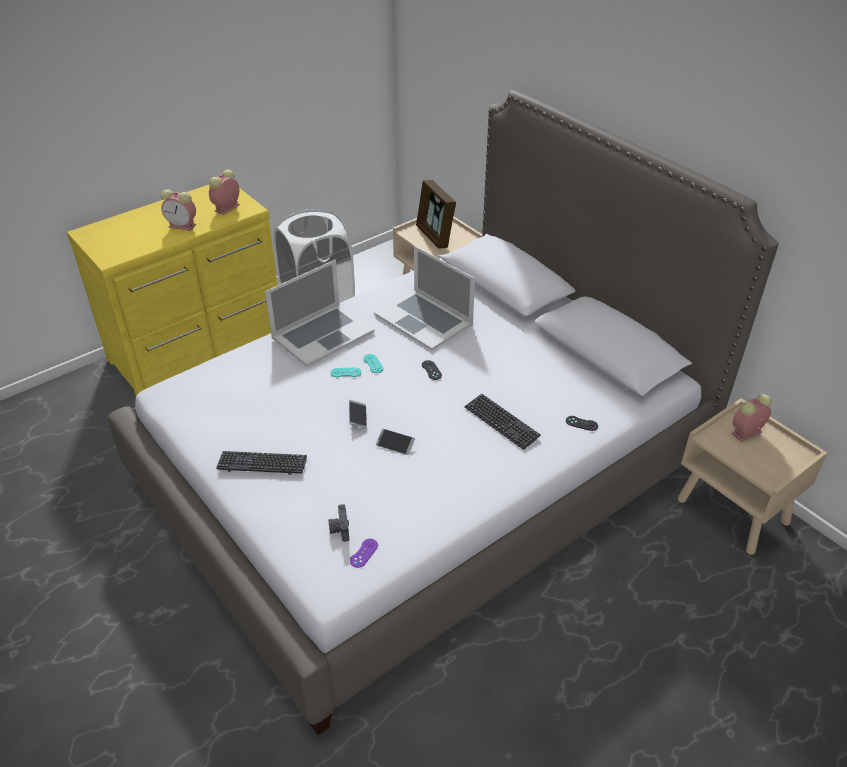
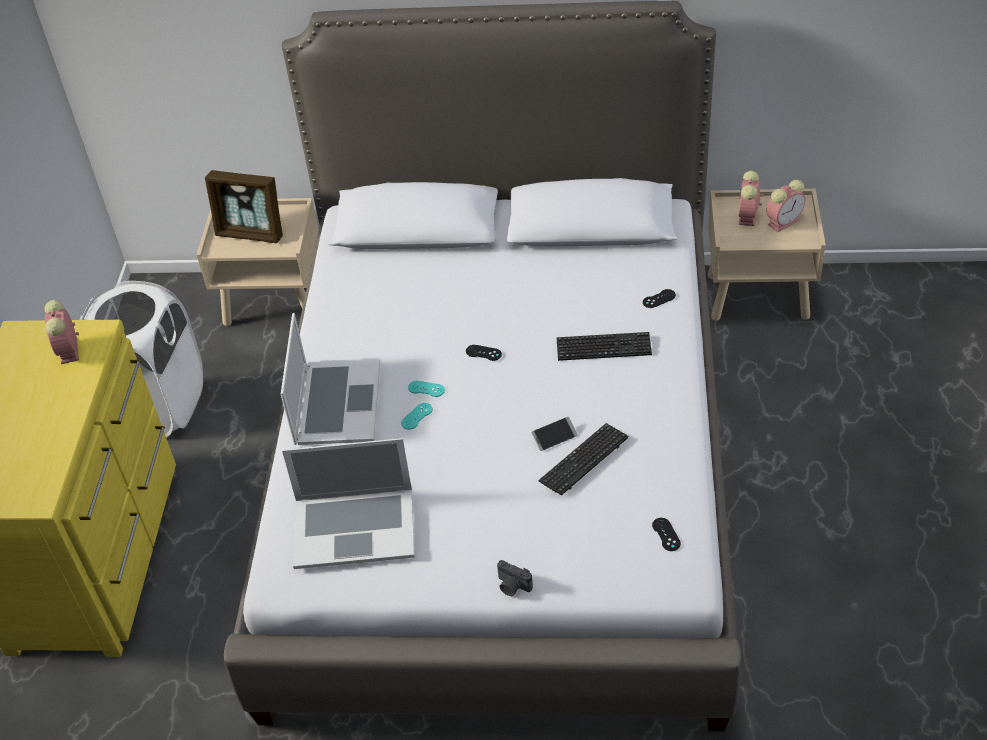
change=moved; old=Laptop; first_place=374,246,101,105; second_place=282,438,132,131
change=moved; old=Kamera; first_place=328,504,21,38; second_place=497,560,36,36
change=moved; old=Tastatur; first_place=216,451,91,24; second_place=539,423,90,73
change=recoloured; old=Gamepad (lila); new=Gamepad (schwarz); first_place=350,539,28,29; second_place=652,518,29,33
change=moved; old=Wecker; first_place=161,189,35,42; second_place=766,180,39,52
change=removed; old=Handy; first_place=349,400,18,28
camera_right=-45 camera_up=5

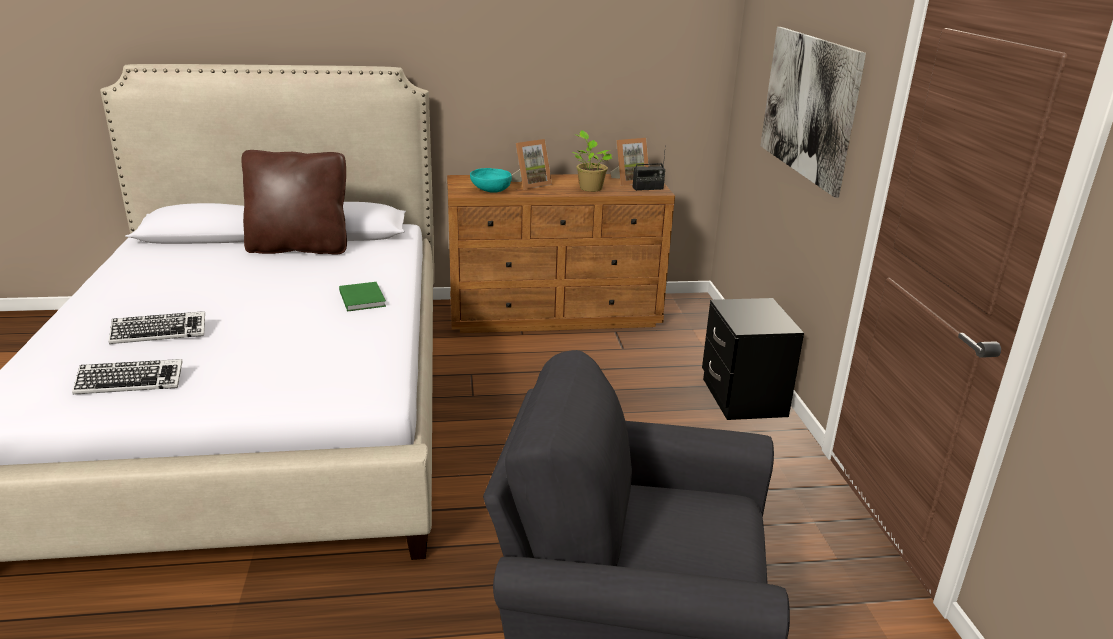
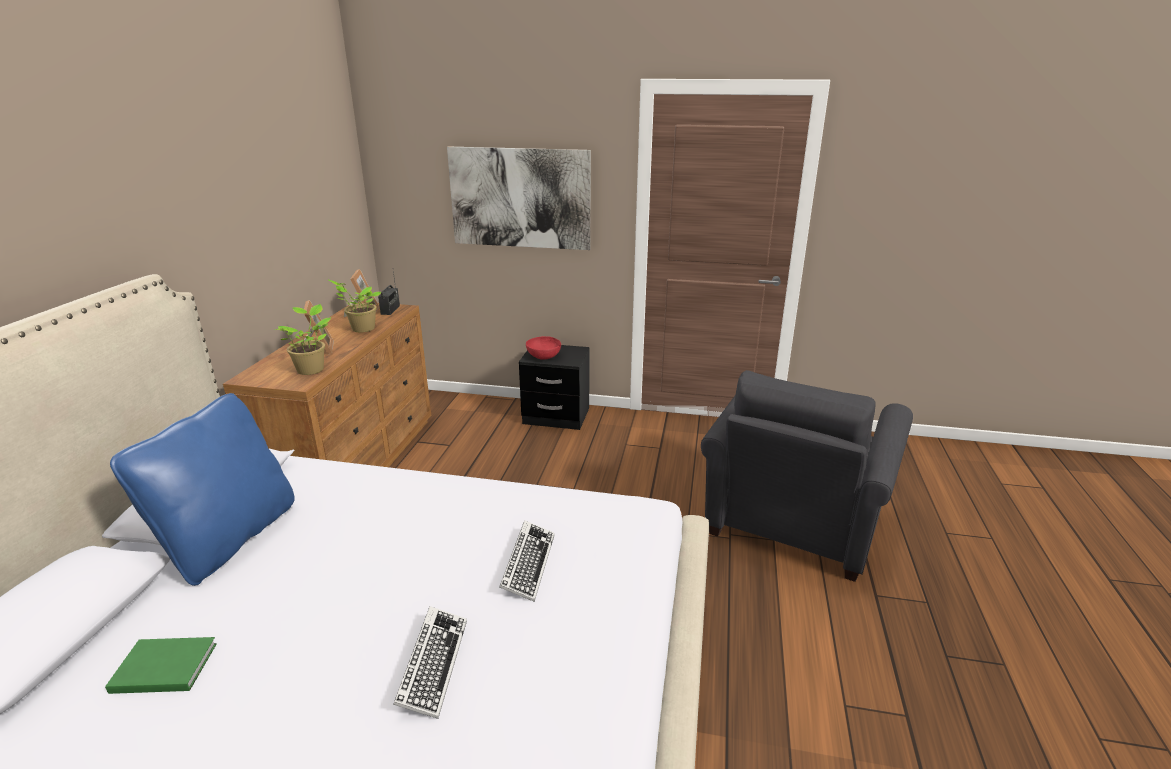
change=moved; old=Buch (grün); first_place=339,282,47,30; second_place=105,637,112,57
change=recoloured; old=Kissen (braun); new=Kissen (blau); first_place=241,150,106,105; second_place=110,393,185,193
change=replaced; old=Schüssel (türkis); new=Topfpflanze; first_place=470,168,42,25; second_place=275,304,56,71
change=moved; old=Tastatur; first_place=72,359,111,36; second_place=499,520,56,82
change=added; new=Schüssel (rot); second_place=526,336,35,24
camera_right=-70 camera_up=0

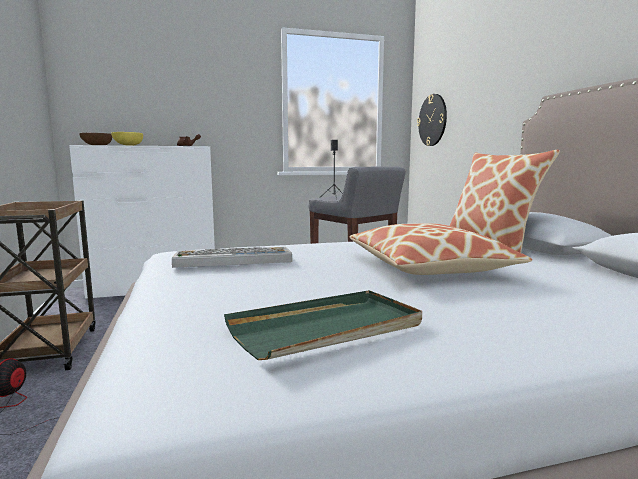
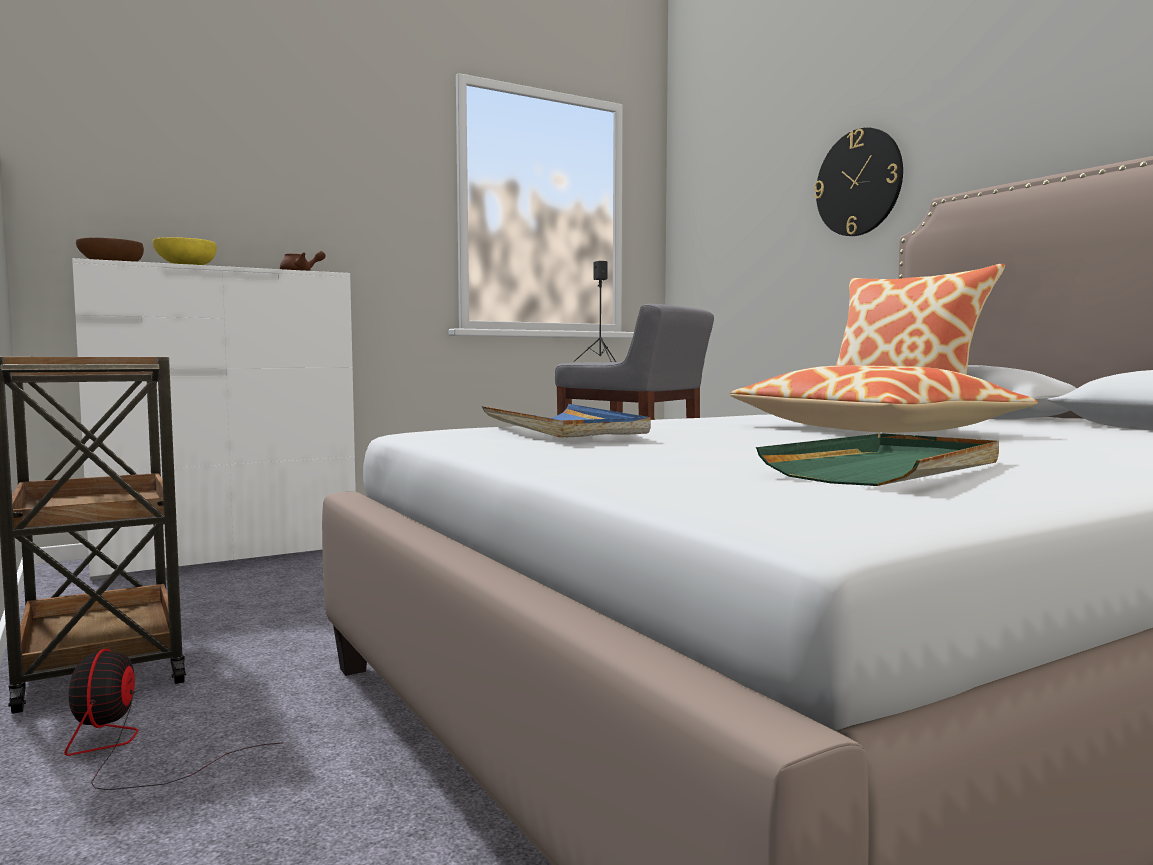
change=replaced; old=Tastatur; new=Tablett (blau); first_place=172,247,120,21; second_place=482,404,169,34
change=moved; old=Wanduhr; first_place=417,94,30,52; second_place=814,127,89,109
camera_right=-15 camera_up=-5

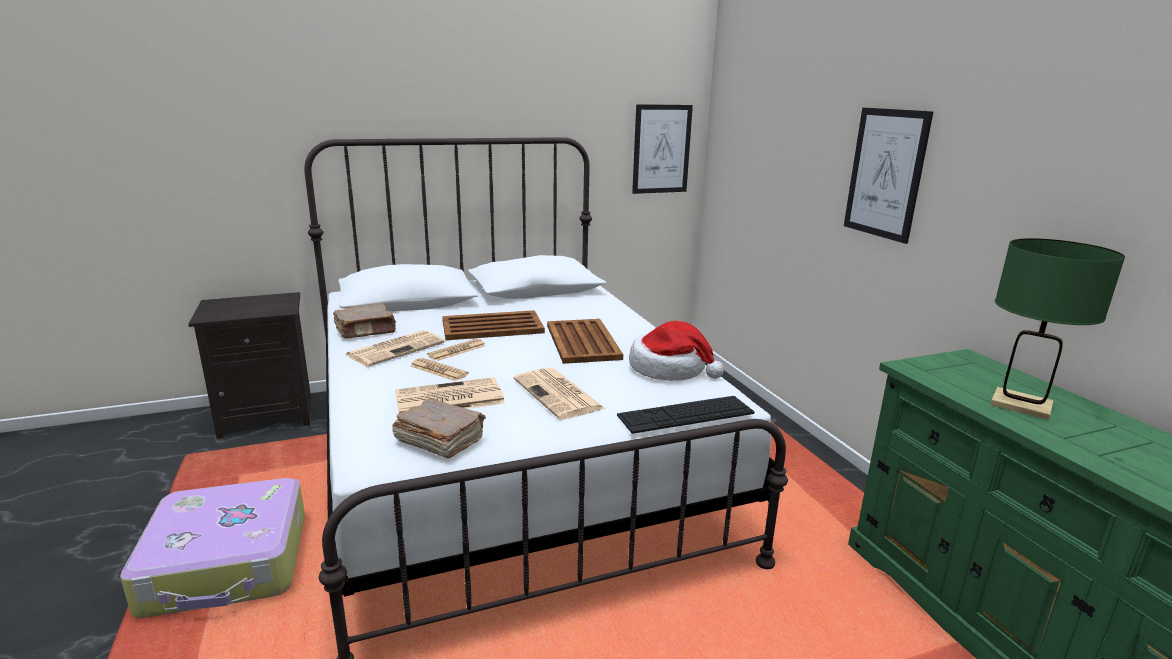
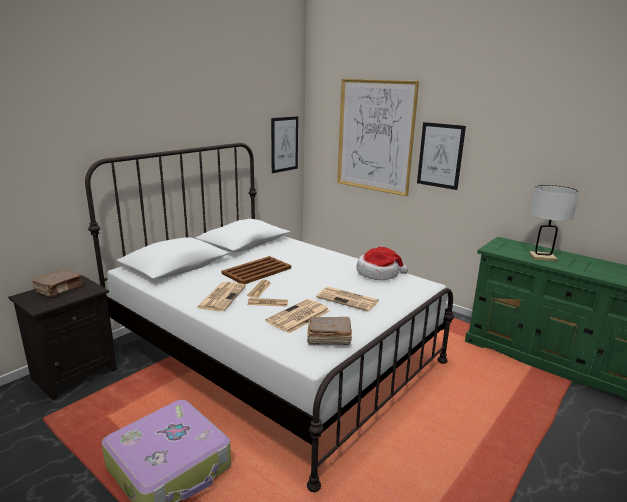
change=moved; old=Buch (braun); first_place=333,303,63,36; second_place=33,269,50,28
change=added; new=Bild; second_place=337,79,82,117
change=recoloured; old=Tischlampe (grün); new=Tischlampe (weiß); first_place=990,238,135,182; second_place=529,185,50,76
change=removed; old=Tablett (braun); first_place=547,319,76,45
change=removed; old=Tastatur; first_place=617,396,138,38
camera_right=-30 camera_up=0

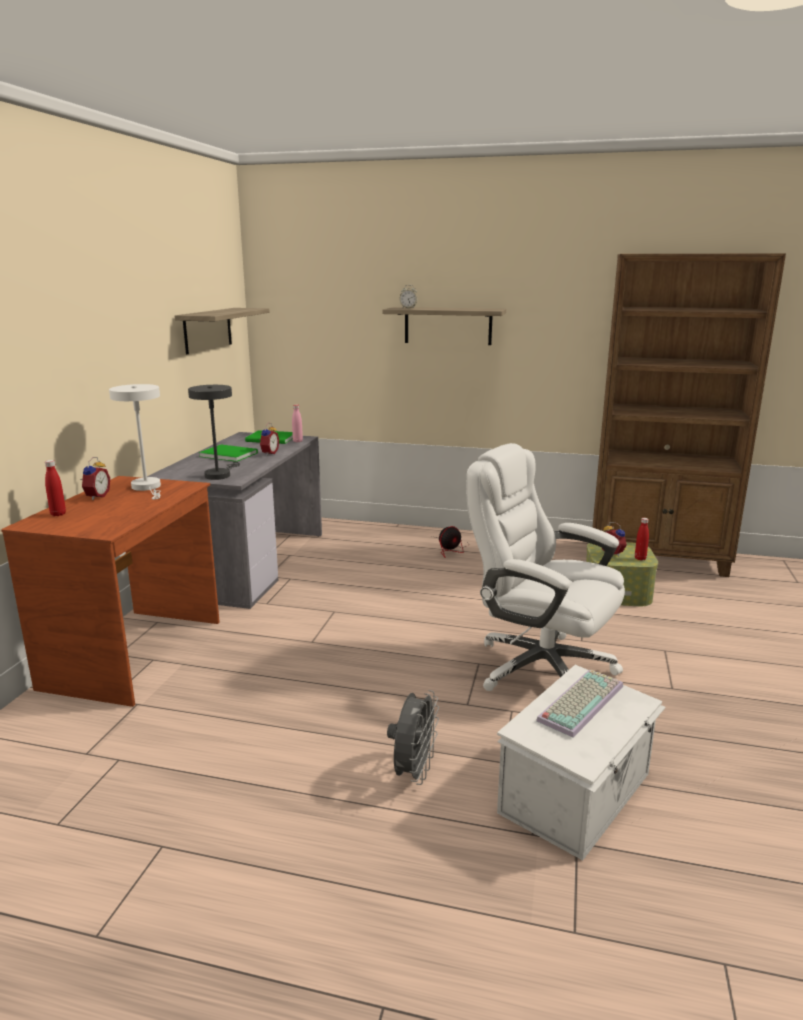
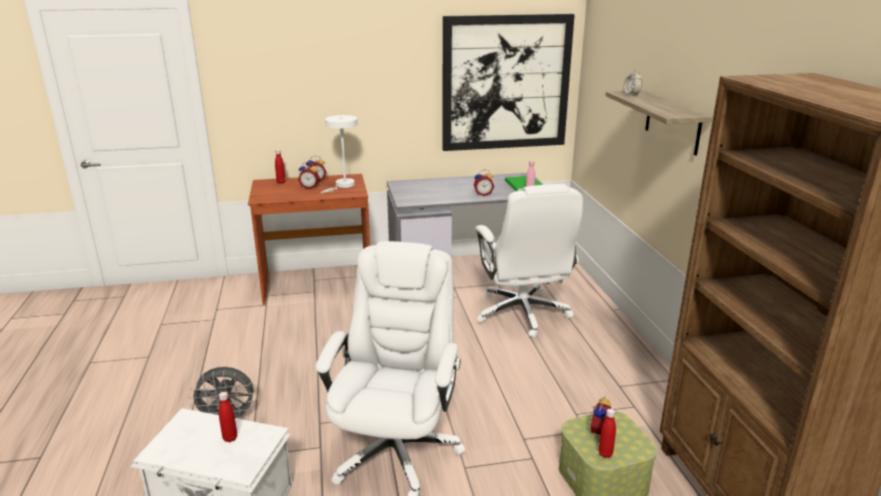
change=replaced; old=Tastatur; new=Flasche (rot); first_place=536,670,87,67; second_place=219,392,18,50
change=added; new=Wecker; second_place=298,162,22,27
change=replaced; old=Wandregal; new=Bild; first_place=175,308,95,46; second_place=443,14,132,137
change=added; new=Bürostuhl (weiß); second_place=475,184,108,154
change=removed; old=Tischlampe (grau); first_place=188,385,52,95
change=removed; old=Buch (grün); first_place=199,445,59,17
change=removed; old=Ventilator; first_place=427,526,40,32
camera_right=65 camera_up=5

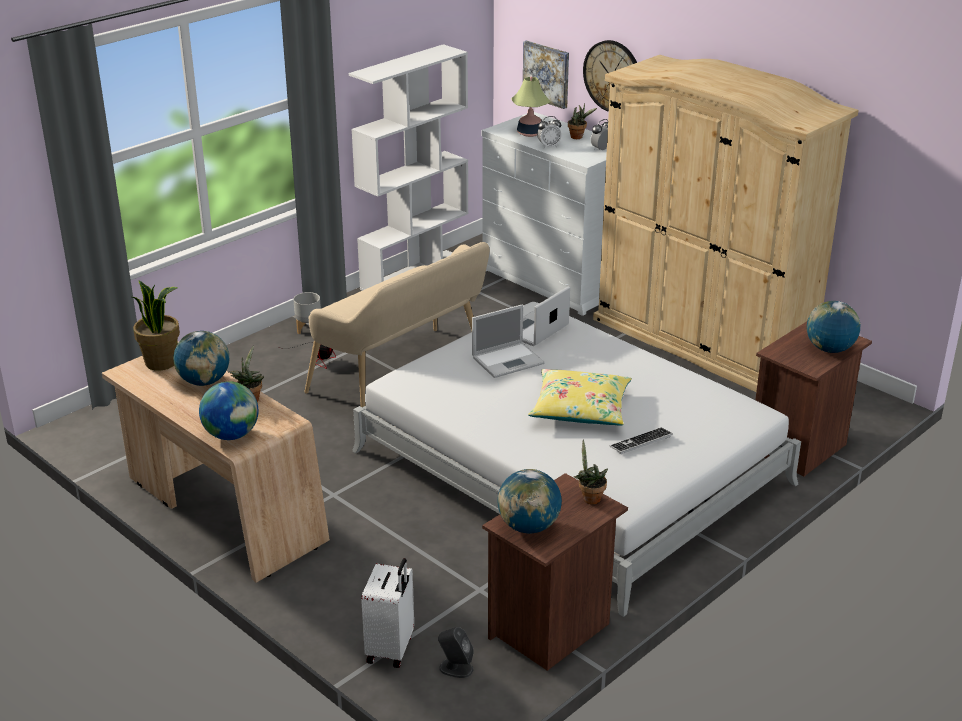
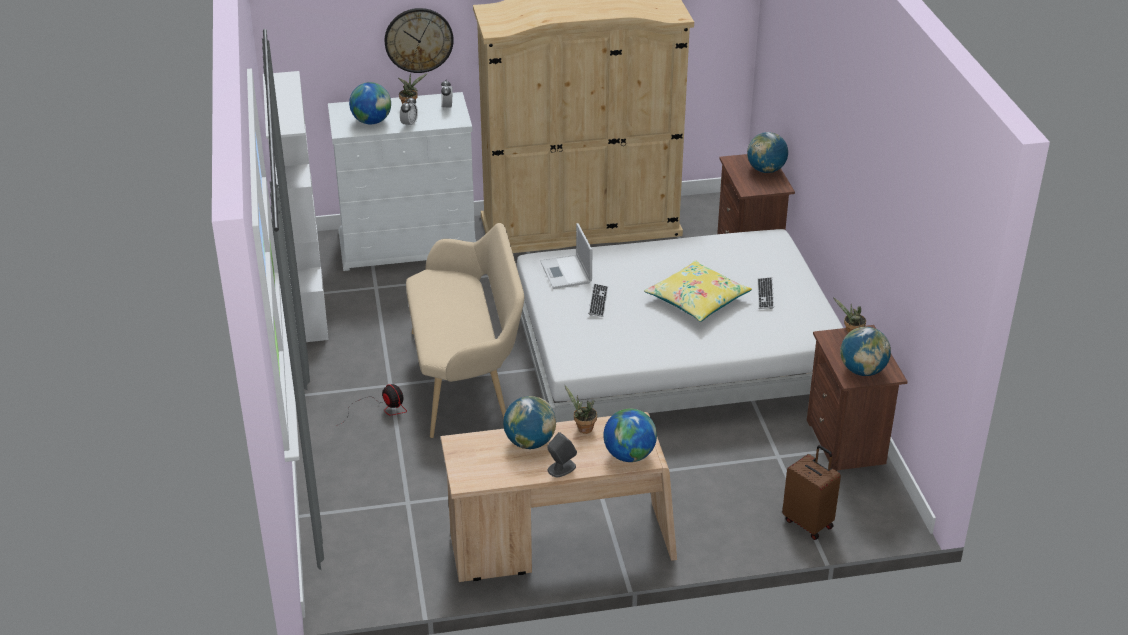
change=replaced; old=Tischlampe; new=Globus; first_place=511,77,39,60; second_place=349,82,42,42
change=moved; old=Lautsprecher (grau); first_place=438,627,35,51; second_place=547,432,30,45
change=replaced; old=Laptop; new=Tastatur; first_place=472,305,73,73; second_place=588,284,20,33
change=recoloured; old=Koffer (weiß); new=Koffer (braun); first_place=361,558,53,110; second_place=782,445,59,95
change=removed; old=Topfpflanze; first_place=132,281,48,90
change=removed; old=Pflanzkübel (grau); first_place=293,292,28,42
change=removed; old=Bild; first_place=523,40,46,69
camera_right=-55 camera_up=5

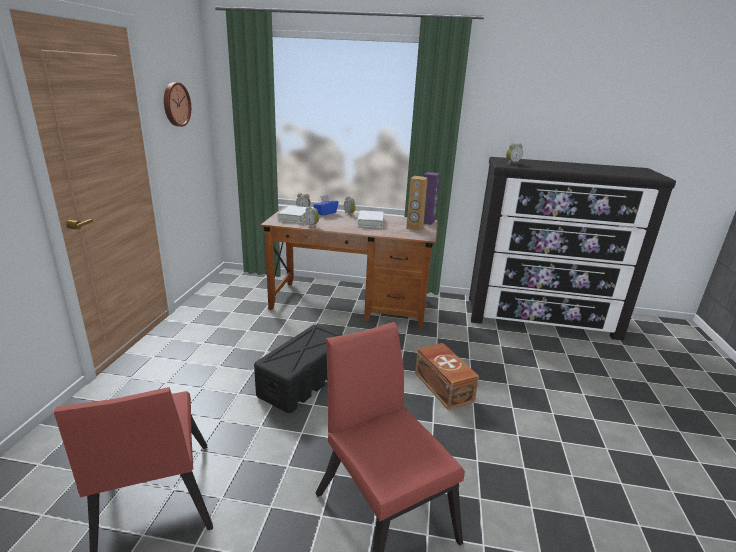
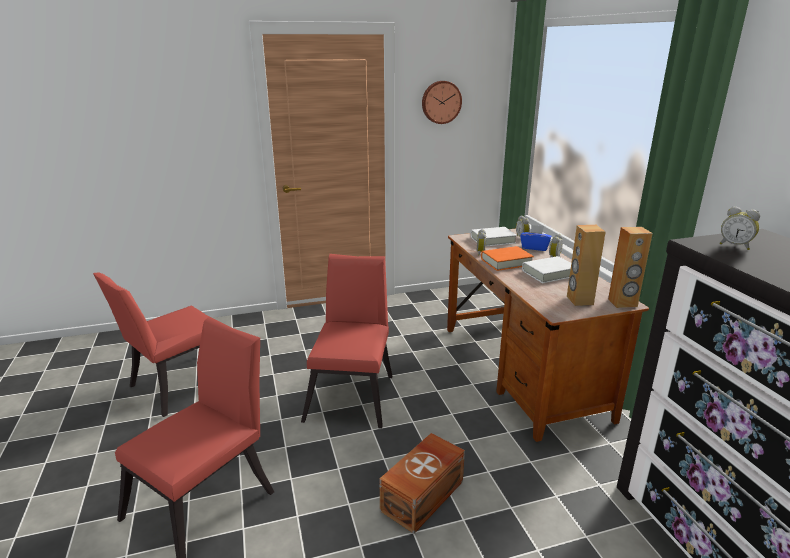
change=replaced; old=Aufbewahrungsbox (schwarz); new=Stuhl (rot); first_place=254,325,89,88; second_place=301,254,91,175
change=added; new=Buch (orange); second_place=481,246,53,25
change=recoloured; old=Lautsprecher (lila); new=Lautsprecher (braun); first_place=424,172,16,53; second_place=608,227,45,81
camera_right=65 camera_up=0

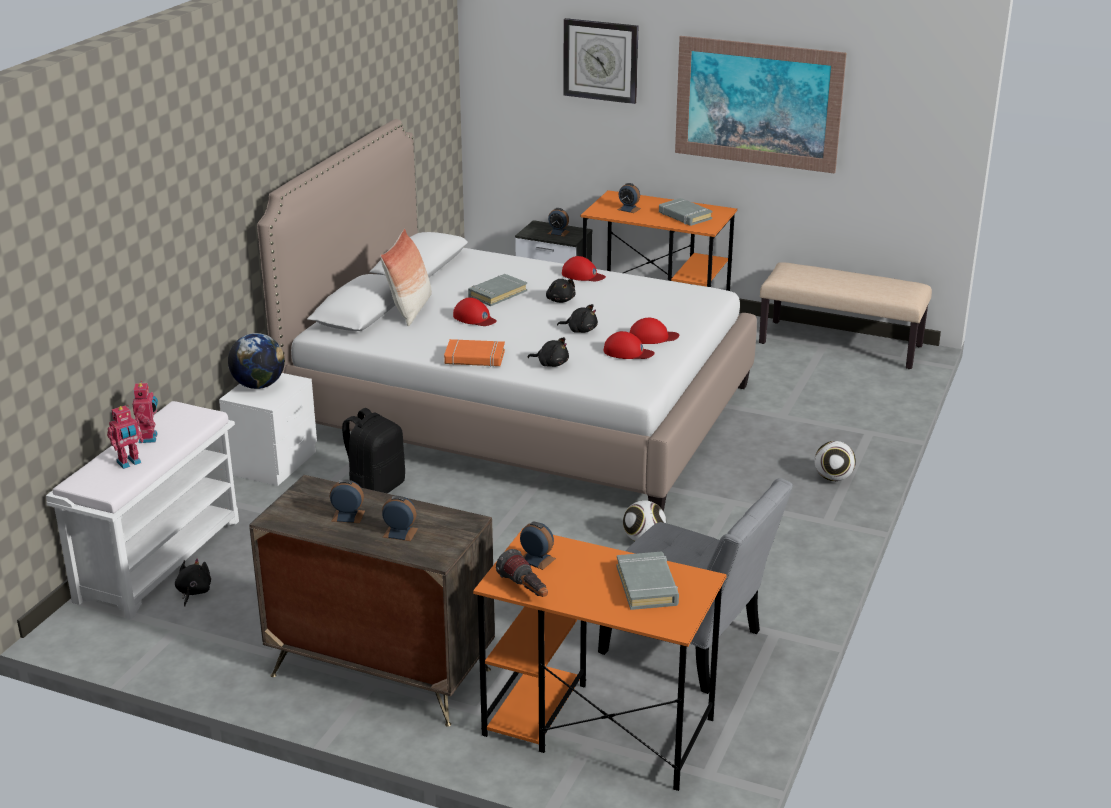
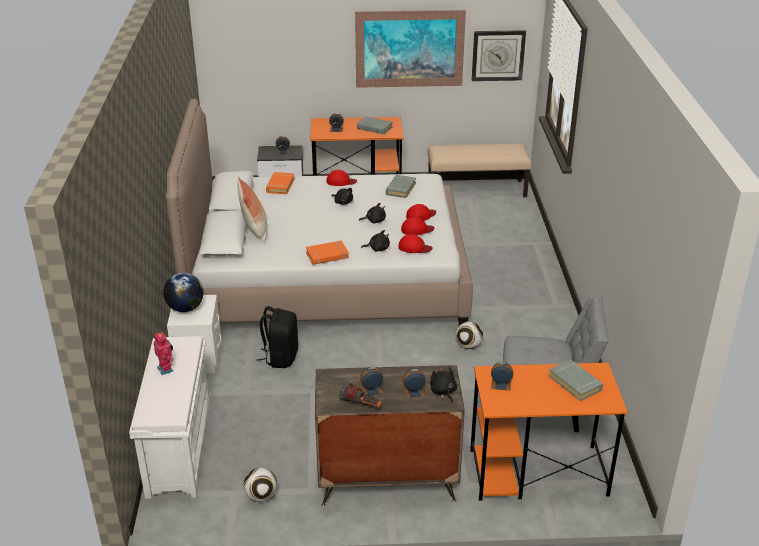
change=moved; old=Fußball; first_place=815,441,41,40; second_place=244,468,33,34
change=added; new=Buch (orange); second_place=266,172,29,22
change=moved; old=Taschenlampe; first_place=496,549,52,48; second_place=339,382,43,26
change=moved; old=Buch (grau); first_place=468,274,59,32; second_place=386,175,30,23
change=moved; old=Kappe (rot); first_place=453,297,44,29; second_place=398,234,35,19
change=moved; old=Plüschtier (schwarz); first_place=175,558,36,48; second_place=430,366,27,37
change=moved; old=Wanduhr; first_place=563,18,75,86; second_place=472,30,54,51
change=removed; old=Spielzeugroboter; first_place=107,405,37,64
camera_right=-25 camera_up=5

